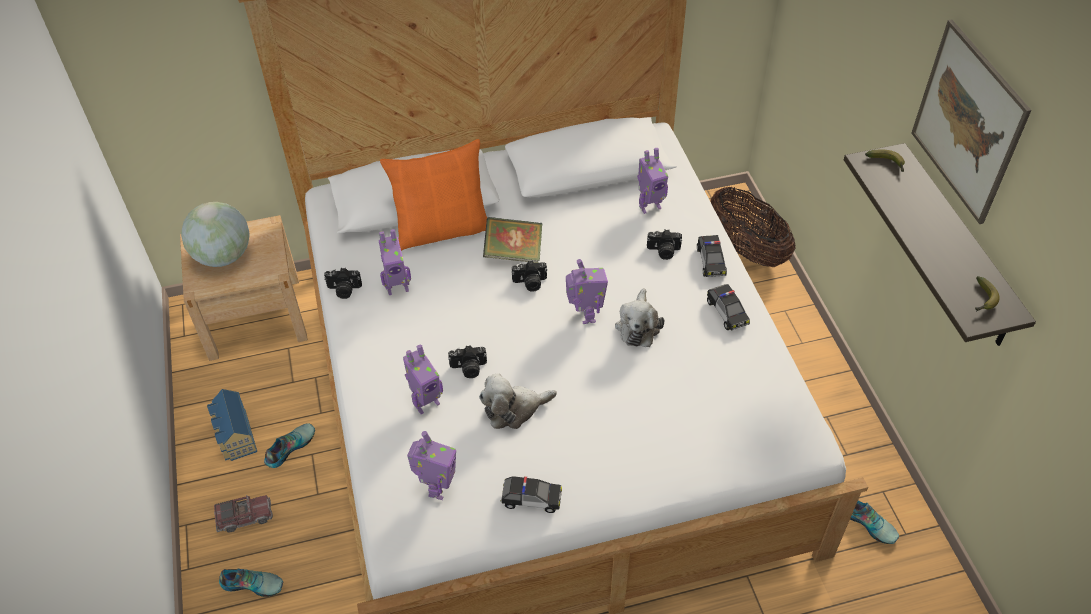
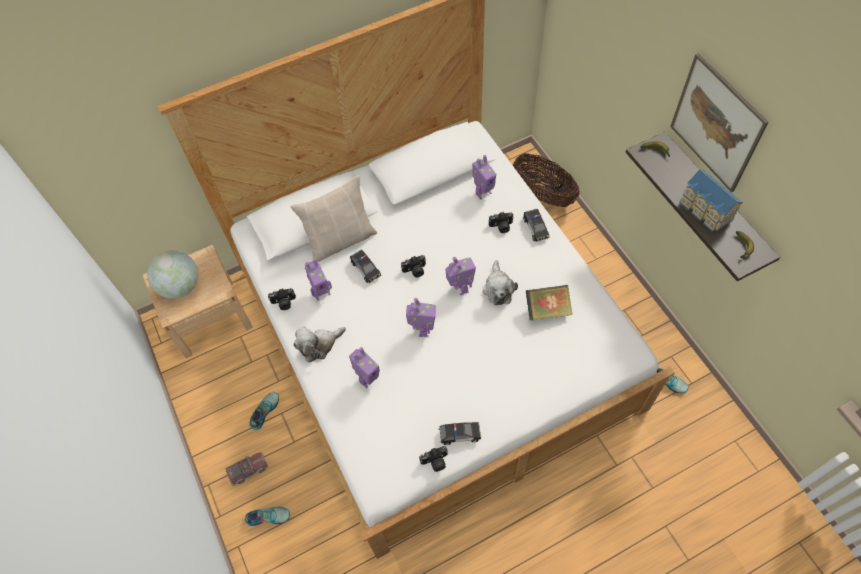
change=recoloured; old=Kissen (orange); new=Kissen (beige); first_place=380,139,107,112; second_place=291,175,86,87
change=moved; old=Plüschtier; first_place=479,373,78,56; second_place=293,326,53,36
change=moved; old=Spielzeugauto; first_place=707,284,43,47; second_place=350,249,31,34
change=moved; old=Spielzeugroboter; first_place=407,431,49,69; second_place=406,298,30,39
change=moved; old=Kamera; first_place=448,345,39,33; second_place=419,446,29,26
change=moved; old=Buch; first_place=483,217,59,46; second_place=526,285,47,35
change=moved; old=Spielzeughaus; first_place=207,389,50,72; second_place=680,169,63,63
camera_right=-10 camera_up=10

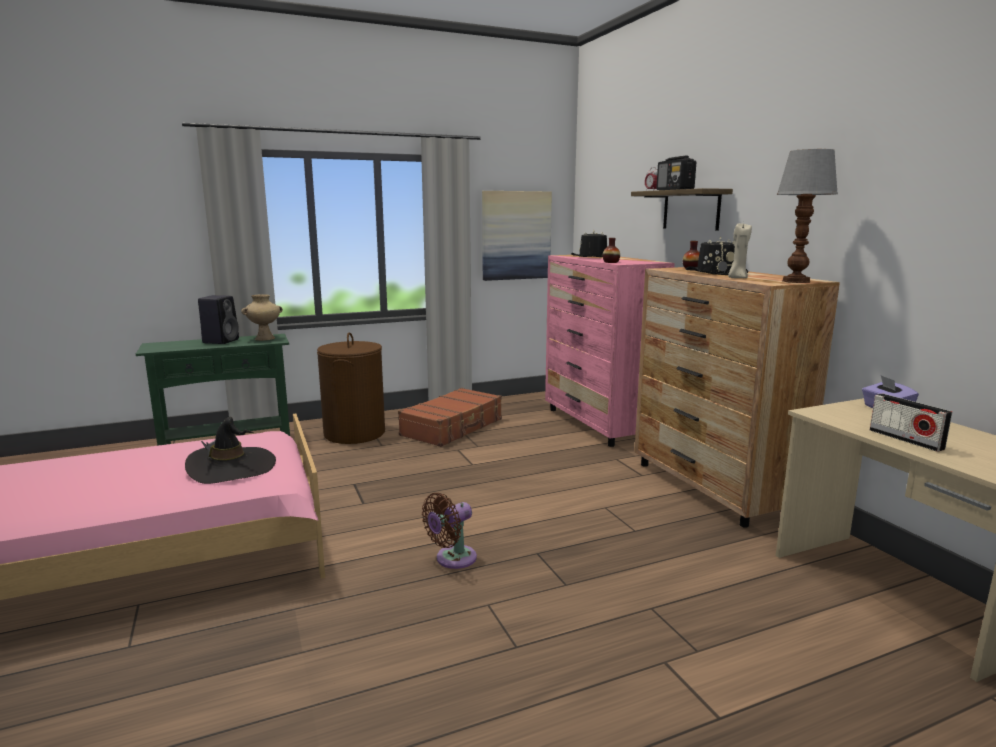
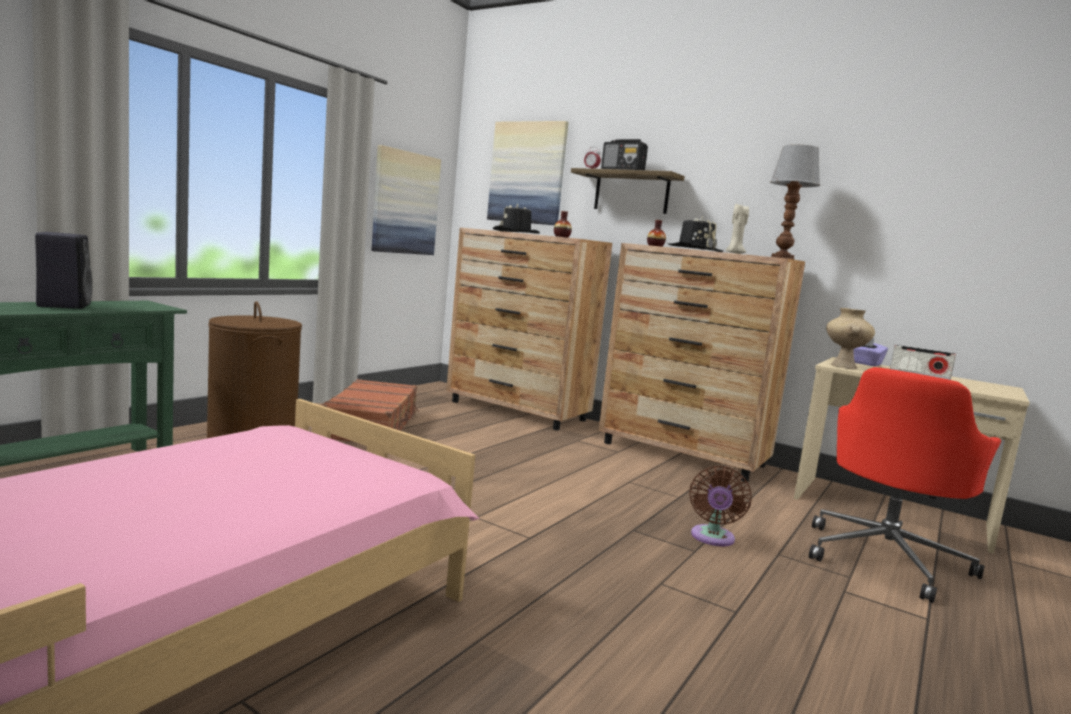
change=recoloured; old=Kommode (rosa); new=Kommode (braun); first_place=545,255,130,192; second_place=446,227,166,203
change=added; new=Bild; second_place=487,121,81,104
change=moved; old=Ventilator (braun); first_place=422,493,55,76; second_place=689,466,63,80
change=added; new=Bürostuhl (rot); second_place=809,367,192,236
change=moved; old=Vase (beige); first_place=241,294,42,47; second_place=826,308,49,61
change=removed; old=Hut (schwarz); first_place=185,417,91,67
camera_right=-35 camera_up=-5

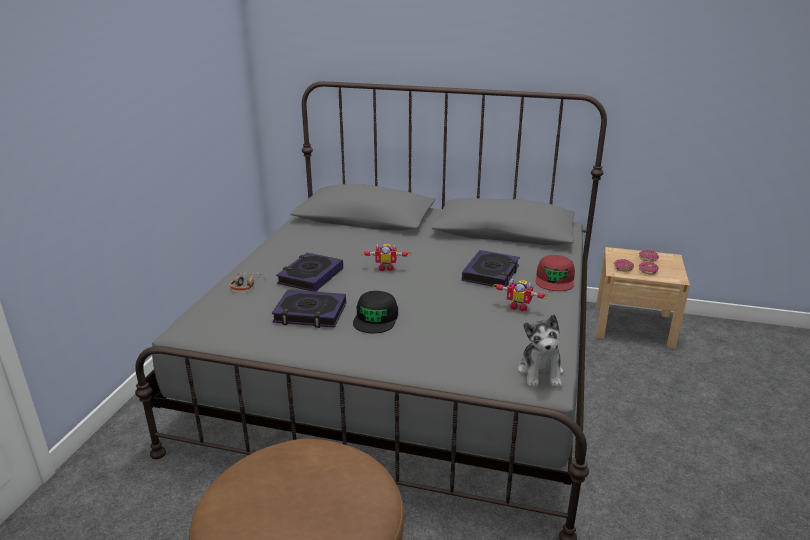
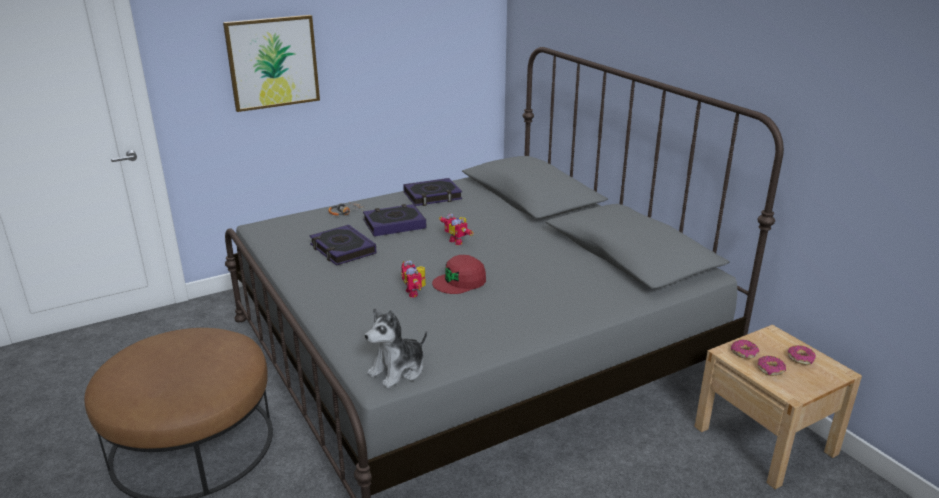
change=added; new=Bild; second_place=223,15,97,97
change=moved; old=Spielzeugroboter; first_place=493,279,55,33; second_place=401,260,25,37
change=moved; old=Buch; first_place=462,250,58,37; second_place=403,178,59,28
change=moved; old=Kappe (rot); first_place=535,255,40,36; second_place=432,255,54,39
change=removed; old=Kappe (schwarz); first_place=353,291,45,42
camera_right=45 camera_up=0

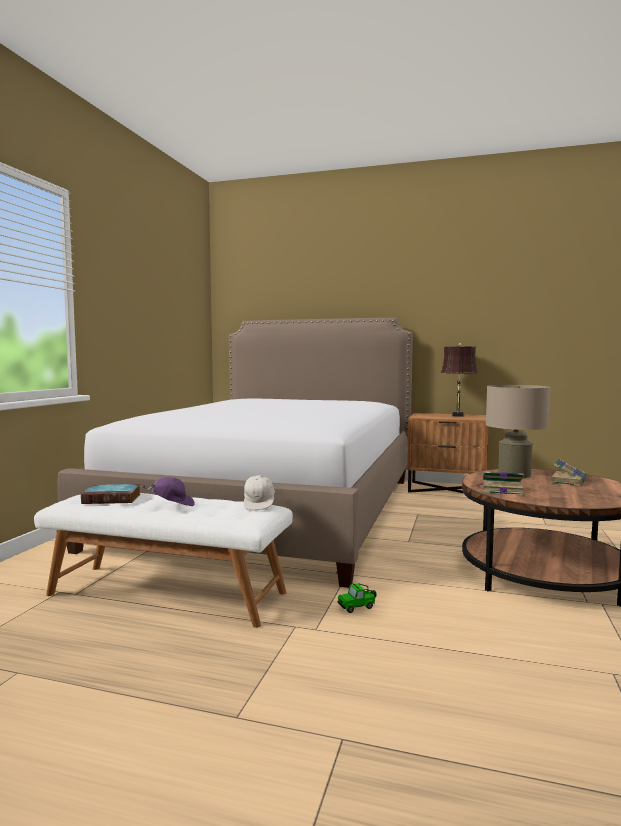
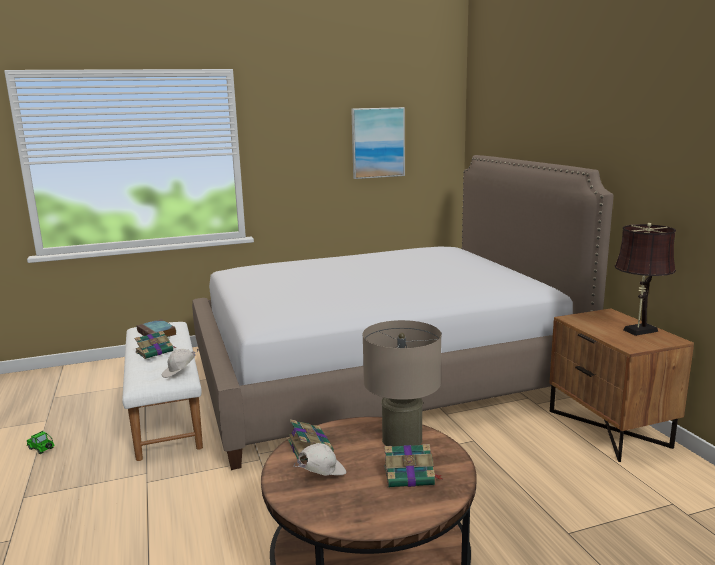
change=moved; old=Spielzeugauto; first_place=337,583,40,30; second_place=27,431,28,23
change=replaced; old=Kappe (lila); new=Buch; first_place=142,477,53,29; second_place=135,331,41,28
change=added; new=Kappe (weiß); second_place=293,443,54,33
change=added; new=Bild; second_place=351,107,54,72
camera_right=55 camera_up=10

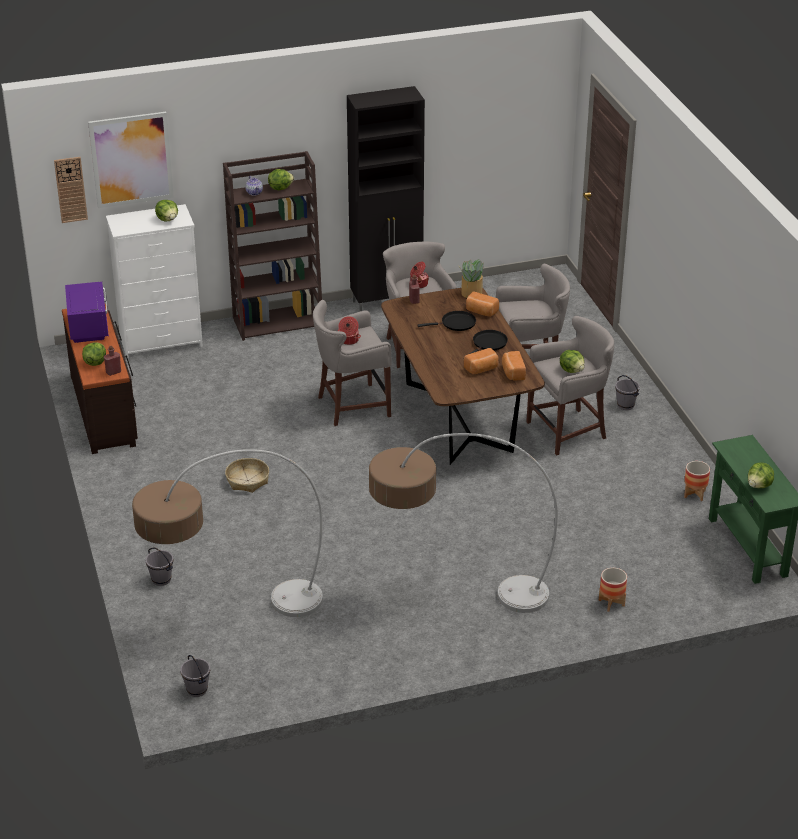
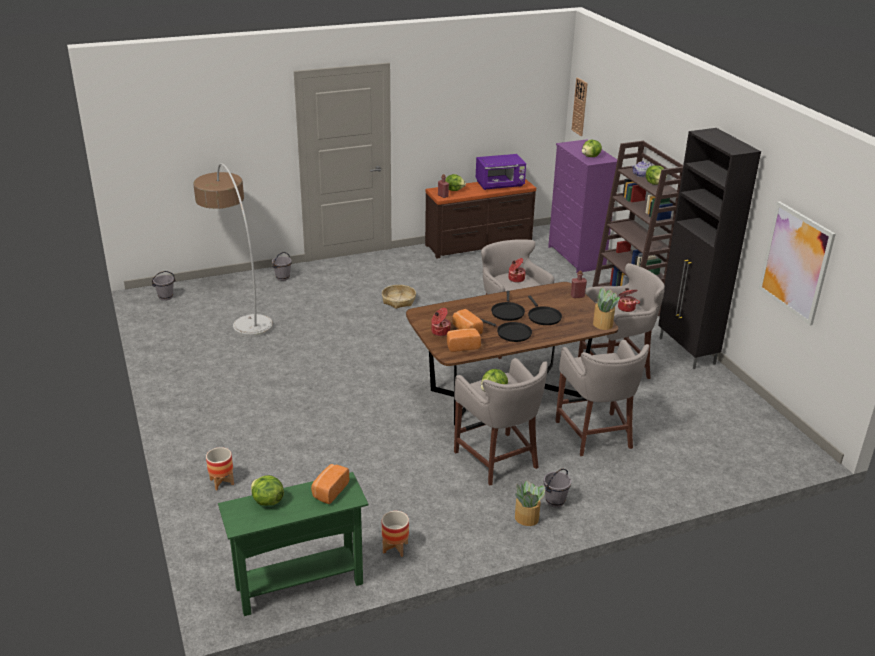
change=moved; old=Brot; first_place=466,292,33,25; second_place=311,464,38,40
change=added; new=Kochtopf; second_place=431,308,20,28
change=added; new=Pfanne (schwarz); second_place=491,291,34,30
change=added; new=Topfpflanze; second_place=515,481,30,45
change=recoloured; old=Kommode (weiß); new=Kommode (lila); first_place=106,204,97,155; second_place=548,139,69,134
change=moved; old=Bild; first_place=88,112,86,96; second_place=759,201,77,125
change=removed; old=Stehlampe; first_place=369,433,189,180
camera_right=85 camera_up=-5

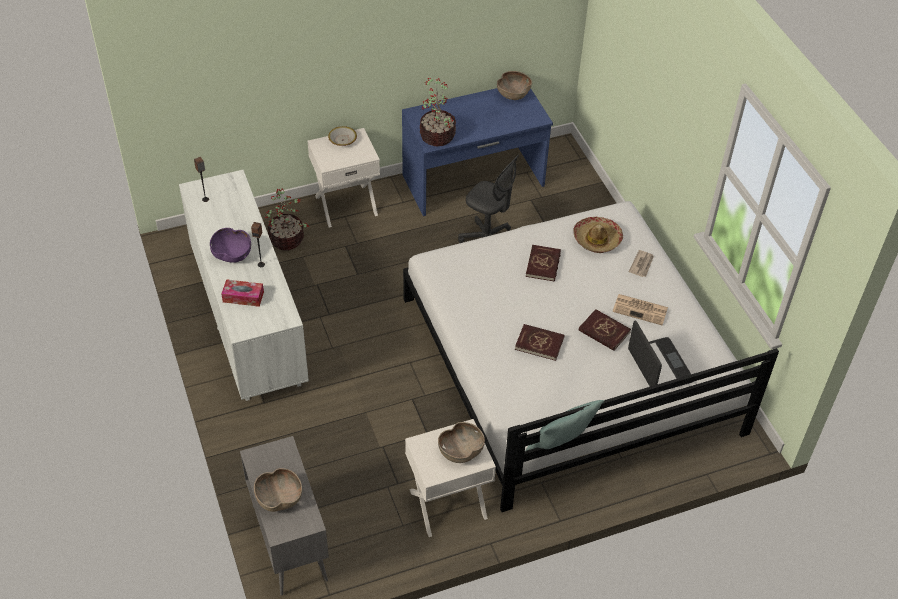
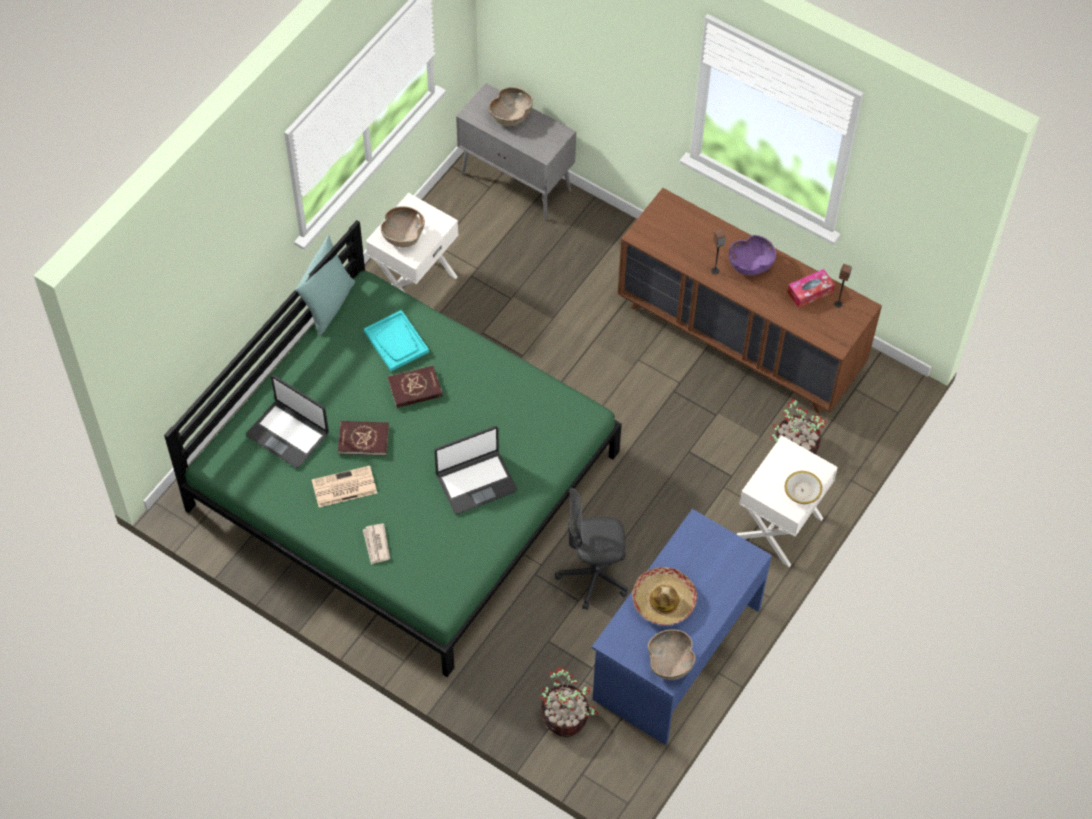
change=recoloured; old=Bett (weiß); new=Bett (grün); first_place=403,201,376,311; second_place=164,220,458,457
change=added; new=Tablett (türkis); second_place=364,310,65,61
change=replaced; old=Buch (rot); new=Laptop; first_place=526,245,35,36; second_place=434,426,83,88
change=moved; old=Topfpflanze; first_place=420,78,36,69; second_place=540,667,58,70
change=recoloured; old=Kommode (weiß); new=Kommode (braun); first_place=179,170,130,231; second_place=618,188,264,225
change=moved; old=Hut; first_place=573,217,50,36; second_place=632,567,65,58
change=moved; old=Taschentuchbox; first_place=221,279,43,28; second_place=787,269,48,39
camera_right=145 camera_up=10

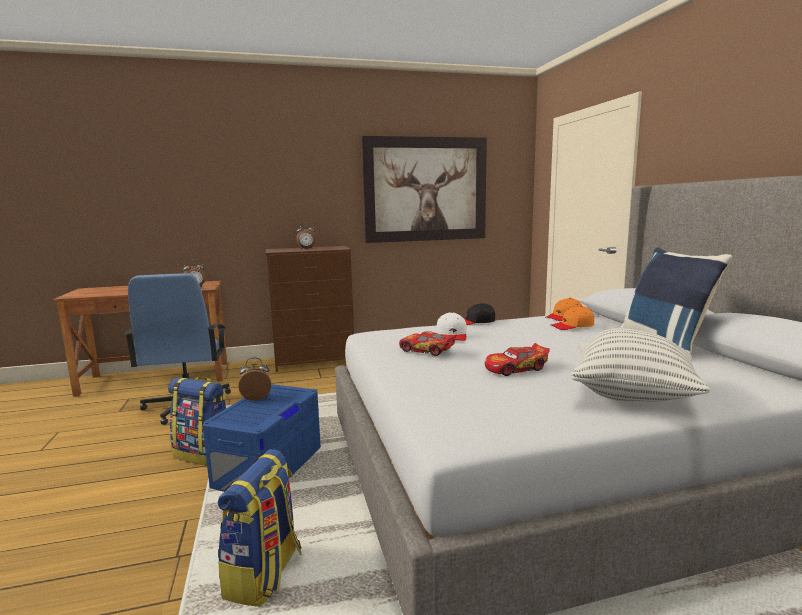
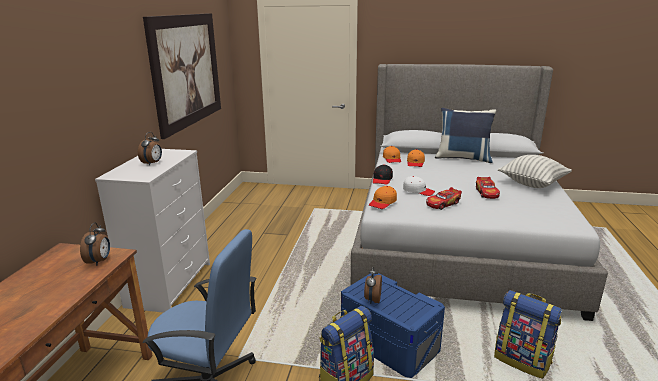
change=recoloured; old=Kommode (braun); new=Kommode (weiß); first_place=266,246,88,126; second_place=95,149,115,164
change=added; new=Kappe (orange); second_place=369,186,28,23
camera_right=-65 camera_up=10

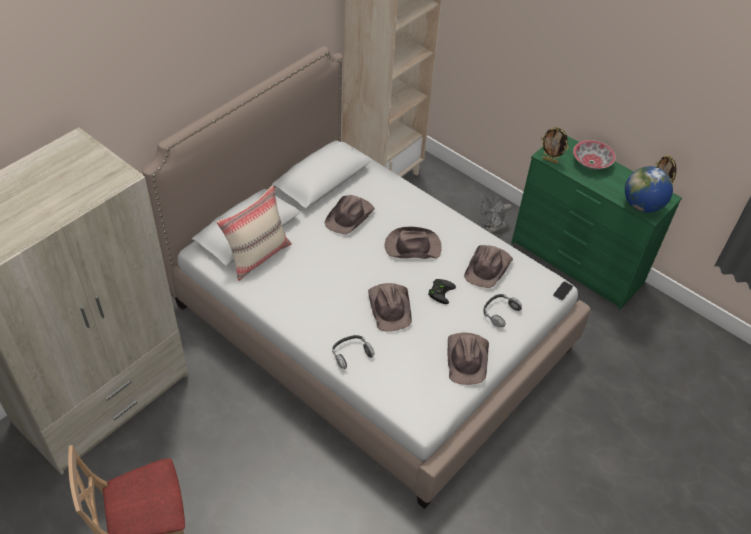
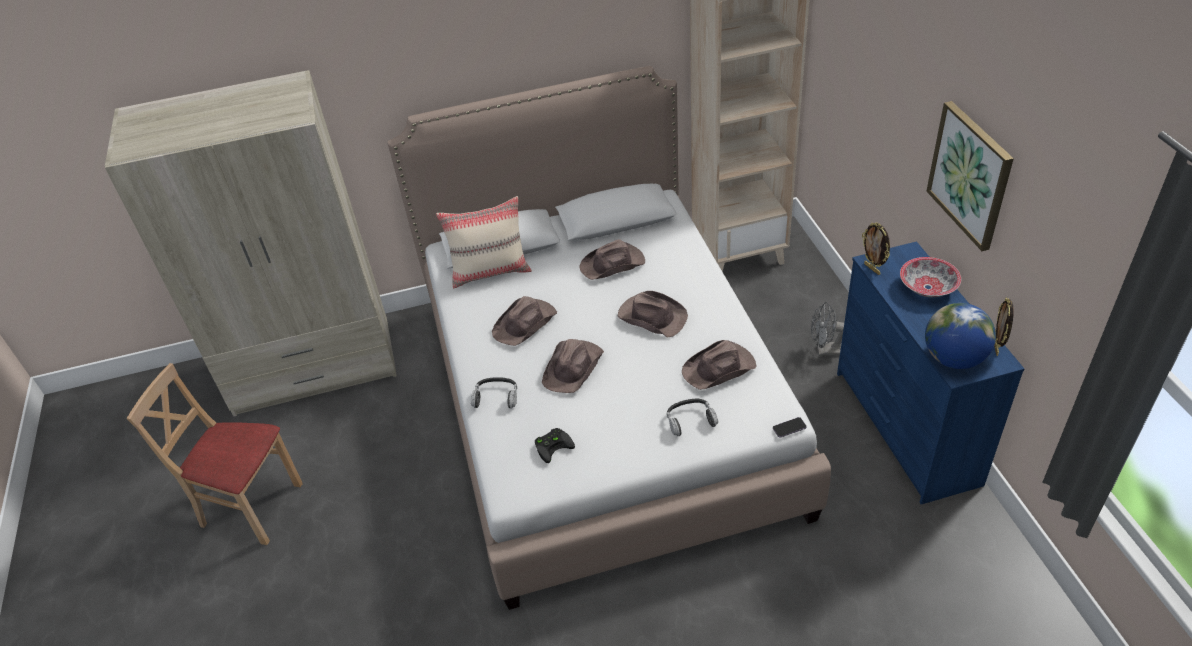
change=moved; old=Hut (braun); first_place=447,333,42,52; second_place=492,296,65,50
change=moved; old=Gamepad (schwarz); first_place=428,279,28,25; second_place=535,428,40,35
change=recoloured; old=Kommode (grün); new=Kommode (blau); first_place=511,136,171,174; second_place=837,241,188,263
change=added; new=Bild; second_place=927,101,87,150
camera_right=40 camera_up=-5

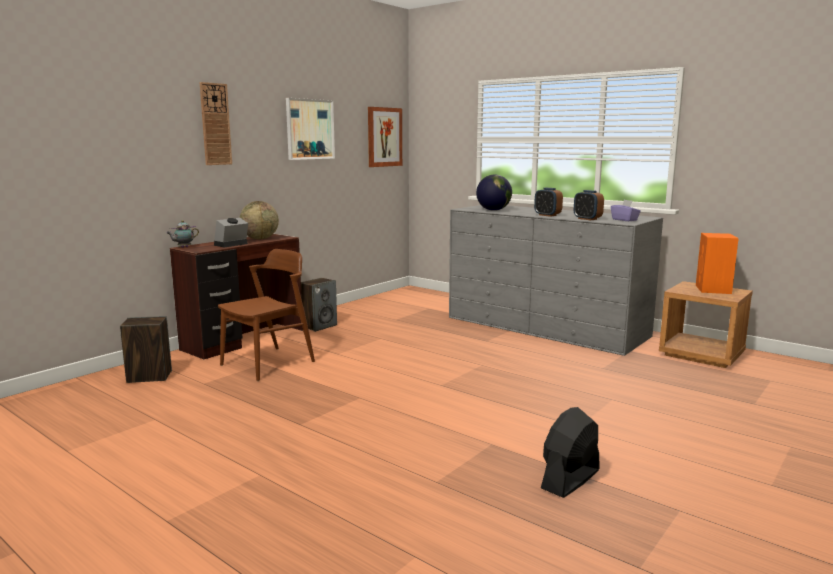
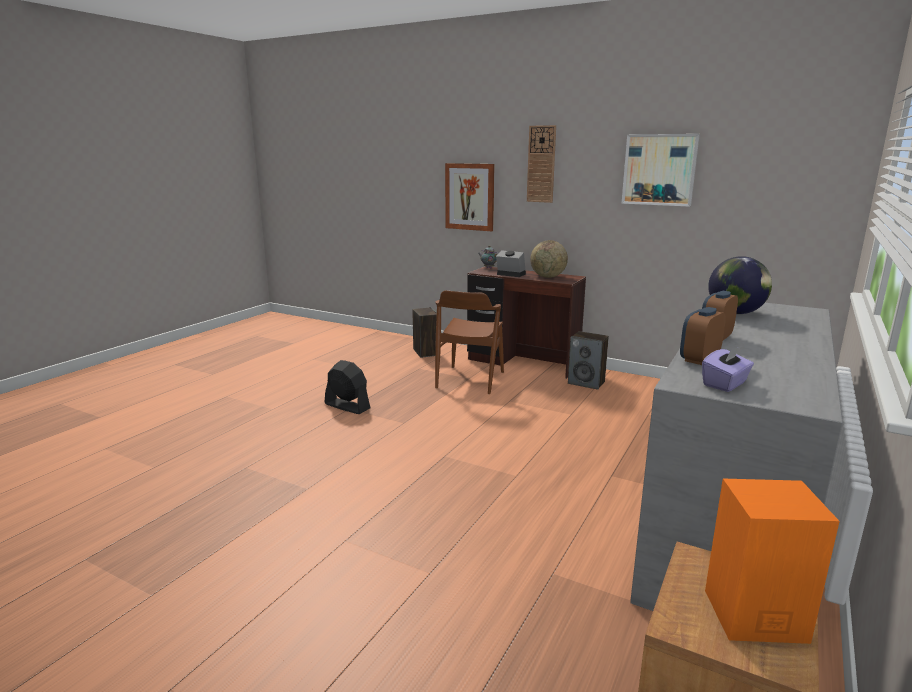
change=moved; old=Ventilator (schwarz); first_place=541,407,59,91; second_place=325,360,45,54
change=turned; old=Stuhl (braun); first_place=218,249,97,132; second_place=435,290,69,104; degrees=75
change=moved; old=Bild; first_place=368,107,34,60; second_place=445,163,50,68
camera_right=80 camera_up=5

